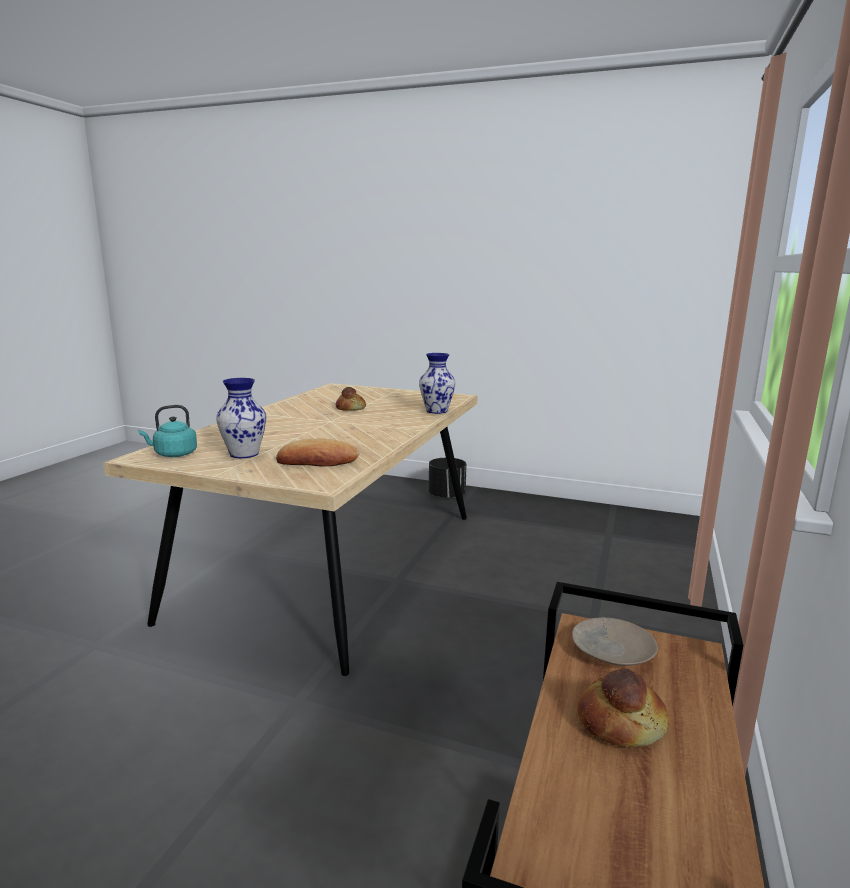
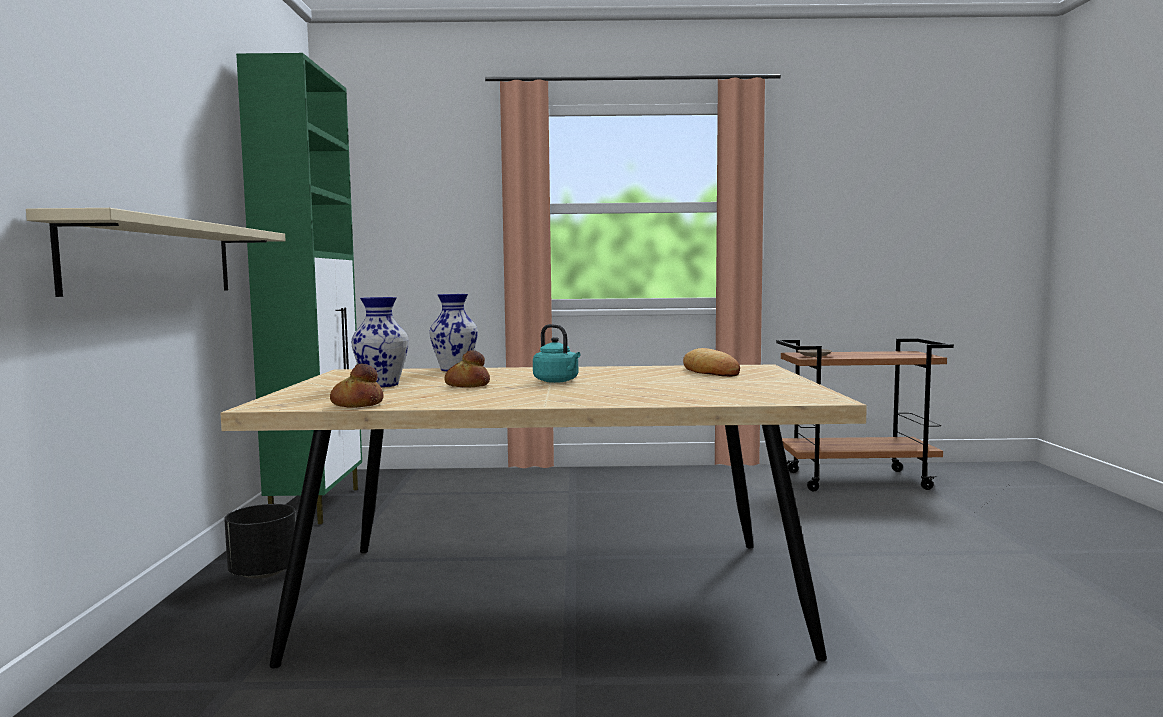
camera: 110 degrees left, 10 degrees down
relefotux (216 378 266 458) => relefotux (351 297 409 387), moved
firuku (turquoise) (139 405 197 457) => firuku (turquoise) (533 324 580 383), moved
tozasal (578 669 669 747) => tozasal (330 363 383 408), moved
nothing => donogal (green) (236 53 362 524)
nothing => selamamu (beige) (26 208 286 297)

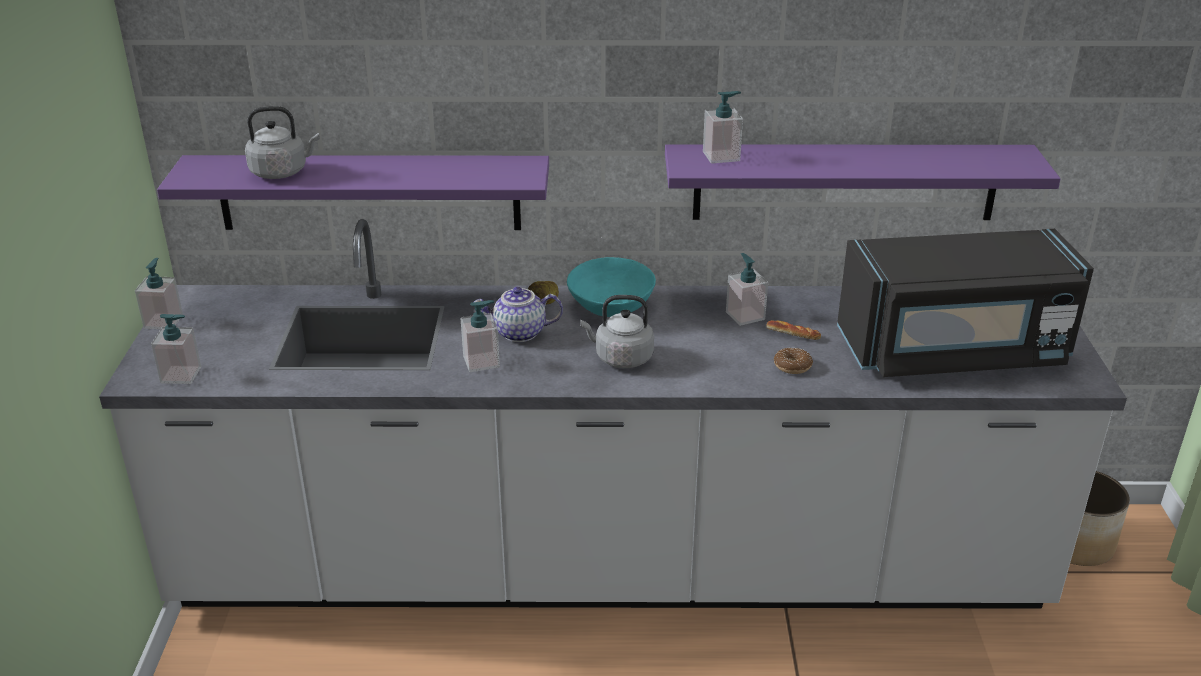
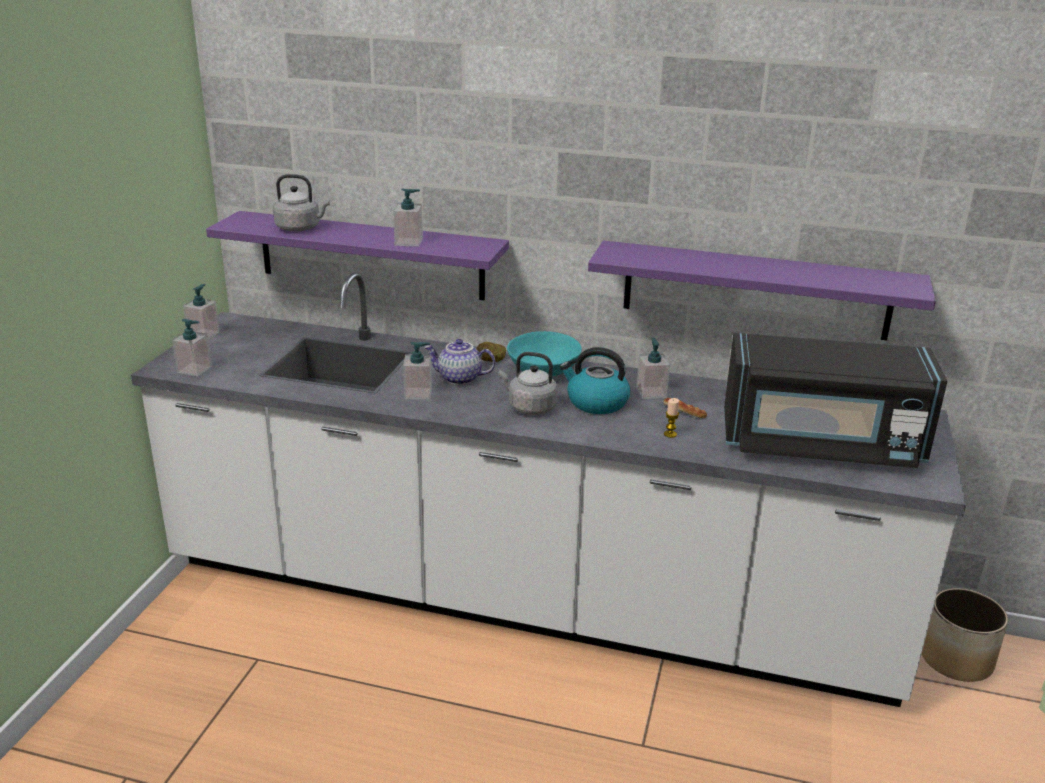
camera: 15 degrees right, 5 degrees down
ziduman (703 91 743 164) => ziduman (393 189 423 247), moved
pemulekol (773 348 813 374) => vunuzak (664 398 679 438)
nothing => firuku (560 347 630 414)

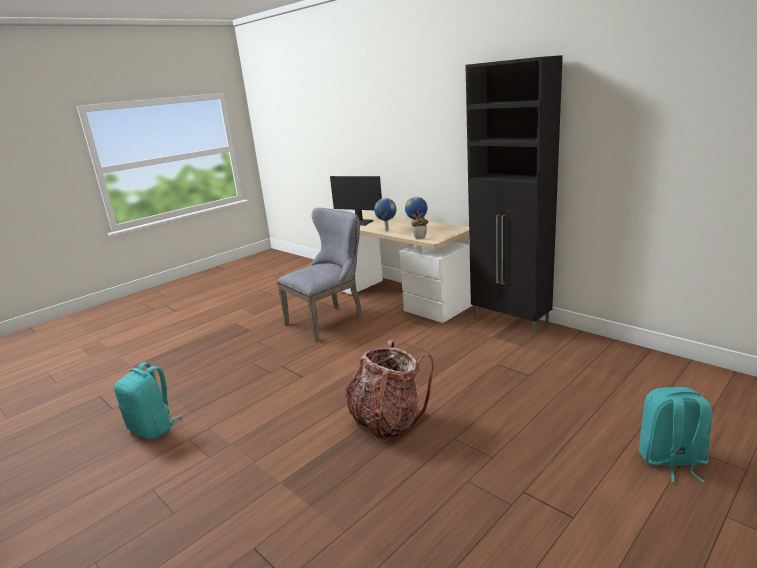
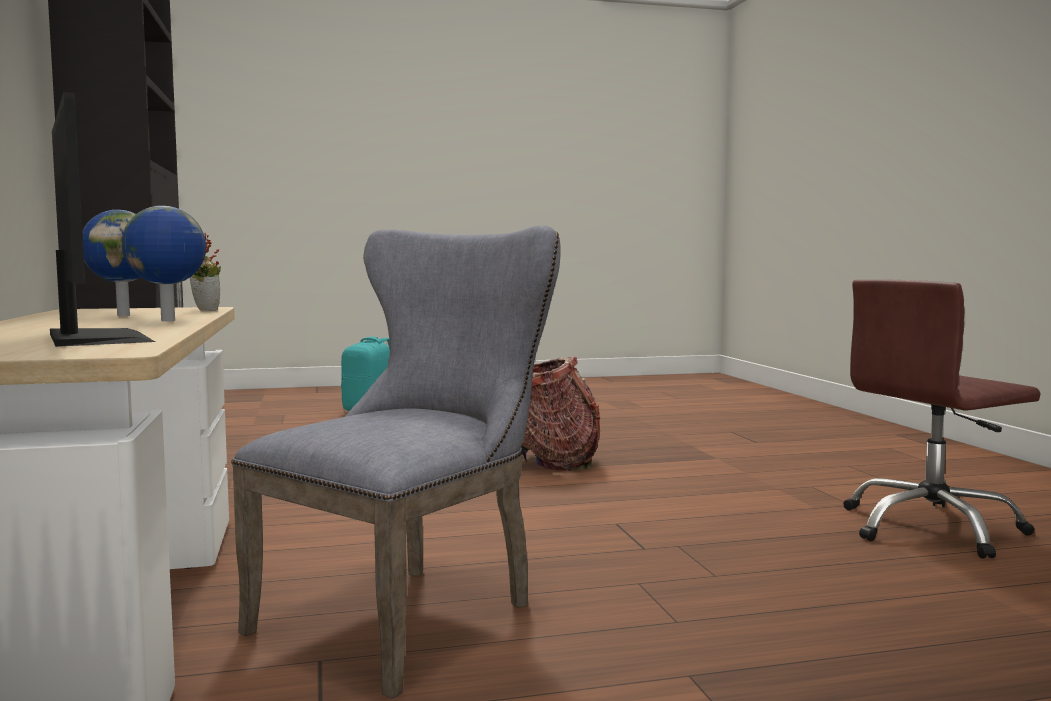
camera: 150 degrees left, 15 degrees down
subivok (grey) (277 208 362 342) => subivok (grey) (231 225 561 699), 135 degrees clockwise
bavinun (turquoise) (114 362 182 439) => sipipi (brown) (843 279 1041 559)

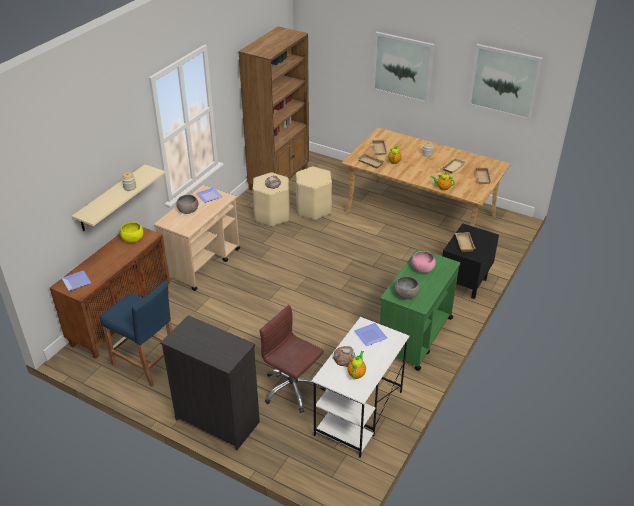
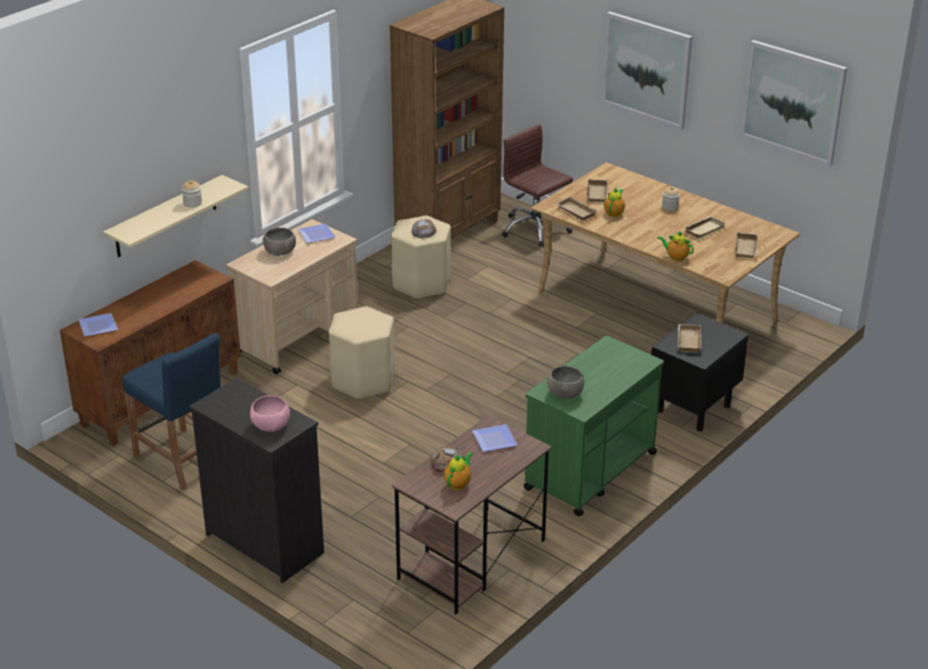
camera: 10 degrees right, 5 degrees down
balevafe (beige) (296 167 332 220) => balevafe (beige) (329 306 395 400), moved
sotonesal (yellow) (120 222 143 243) => nothing
sotonesal (pink) (412 251 436 273) => sotonesal (pink) (250 395 290 432), moved
sipipi (brown) (259 305 326 413) => sipipi (brown) (502 124 573 247), moved
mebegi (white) (312 317 410 457) => mebegi (brown) (391 415 552 615)

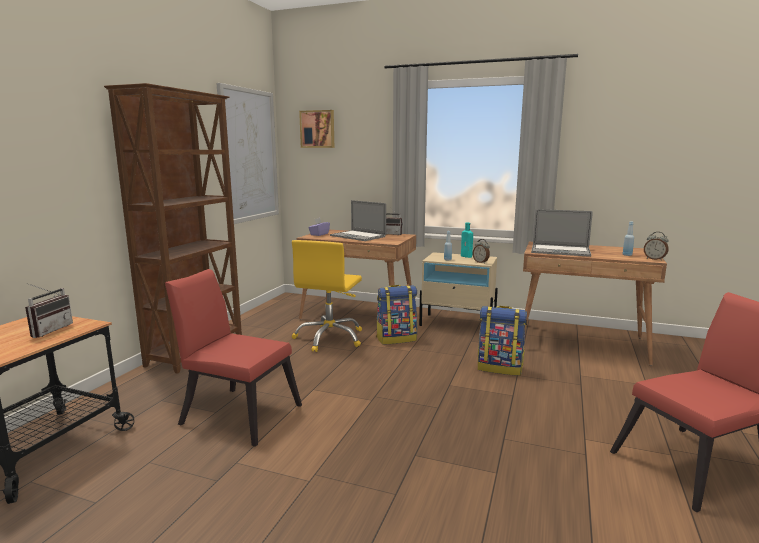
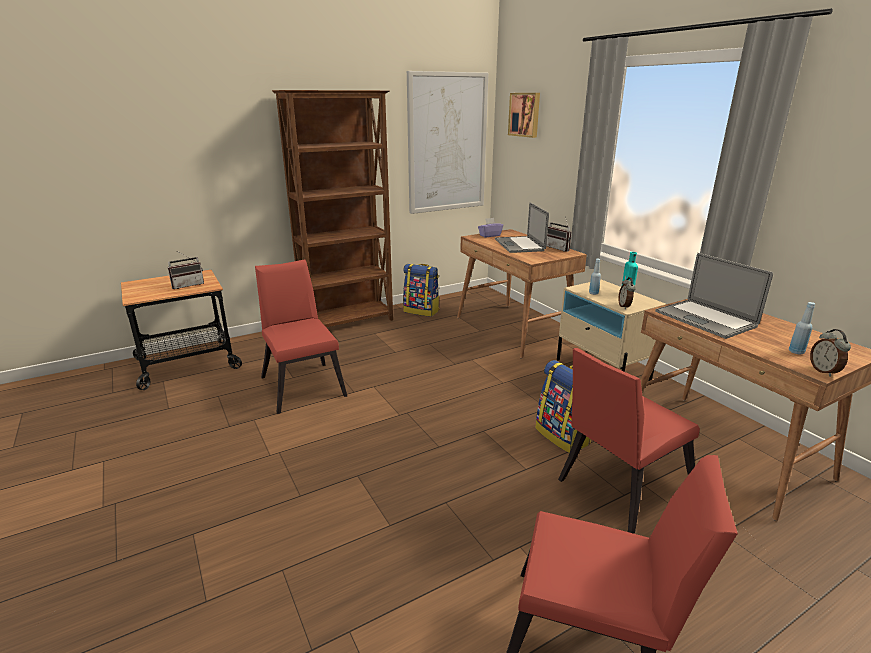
camera: 40 degrees right, 10 degrees up
sipipi (yellow) (292 240 362 352) => nothing
bavinun (376 285 418 344) => bavinun (403 264 439 317), moved
nothing => subivok (red) (558 348 700 534)

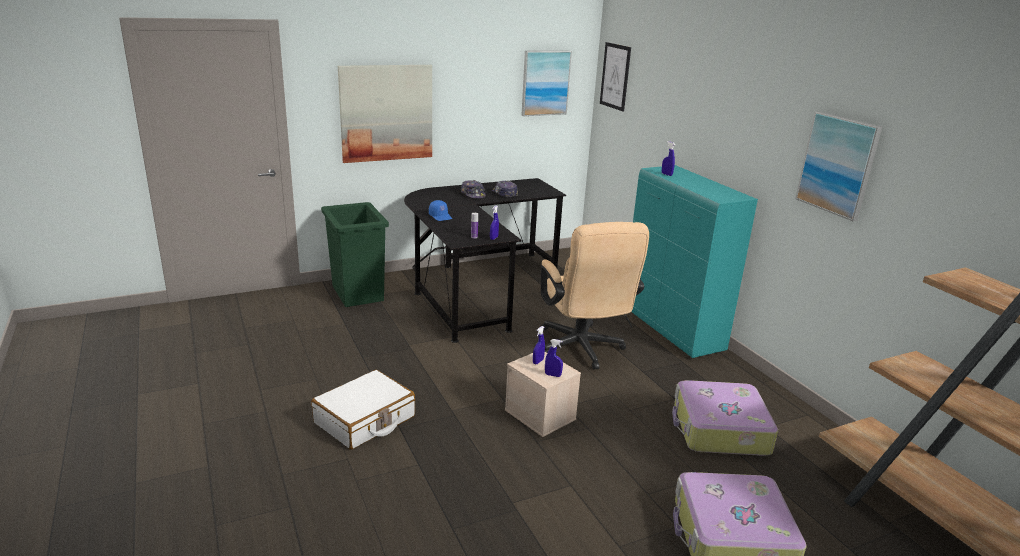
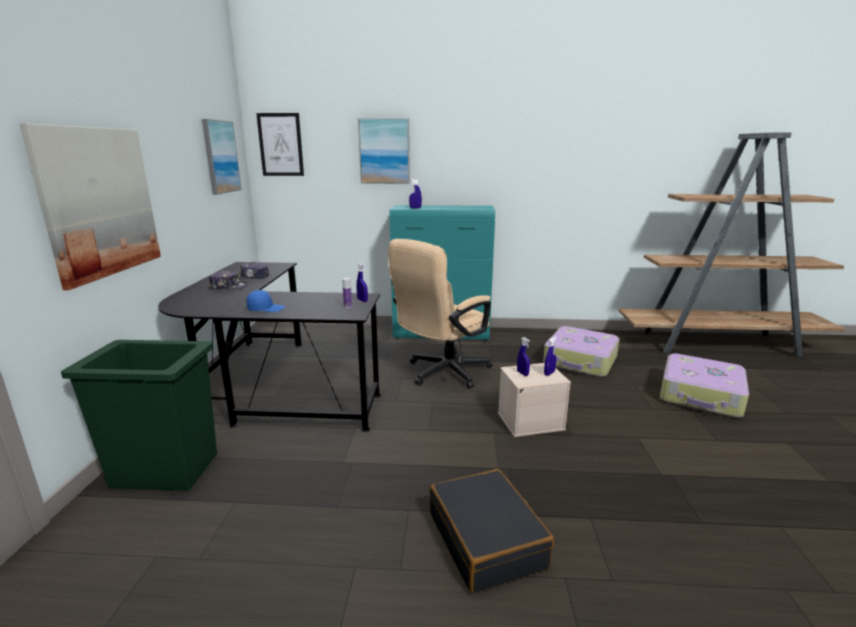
camera: 60 degrees left, 5 degrees down
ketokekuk (795 111 882 221) => ketokekuk (358 118 410 184), moved
sipipi (beige) (541 222 649 369) => sipipi (beige) (388 239 492 388), 120 degrees clockwise
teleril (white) (311 370 415 450) => teleril (black) (430 469 554 593)

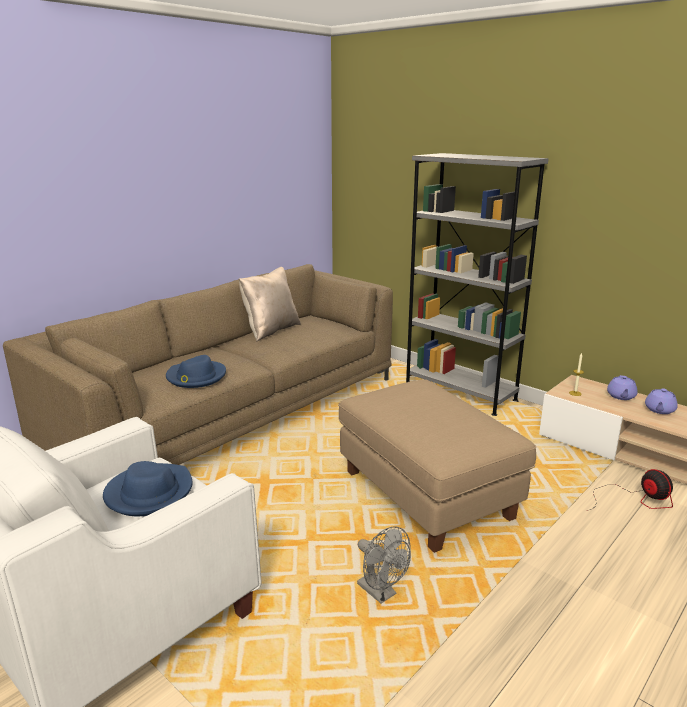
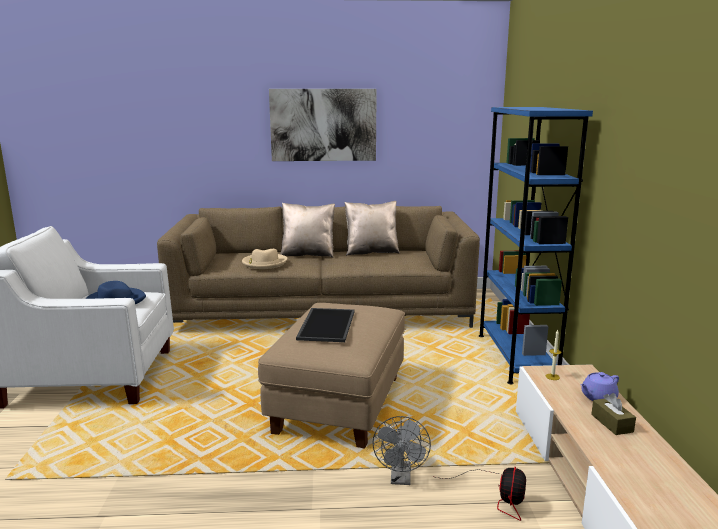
camera: 45 degrees right, 5 degrees down
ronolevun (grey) (406 153 549 416) => ronolevun (blue) (479 107 593 384)
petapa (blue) (166 355 226 388) => petapa (beige) (242 249 287 269)
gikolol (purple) (645 389 678 414) => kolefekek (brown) (591 393 636 435)
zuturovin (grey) (357 526 411 604) => zuturovin (grey) (372 416 431 485), moved
nothing => ketokekuk (269 89 377 161)
nothing => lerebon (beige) (280 203 335 258)
nothing => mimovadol (296 308 355 342)

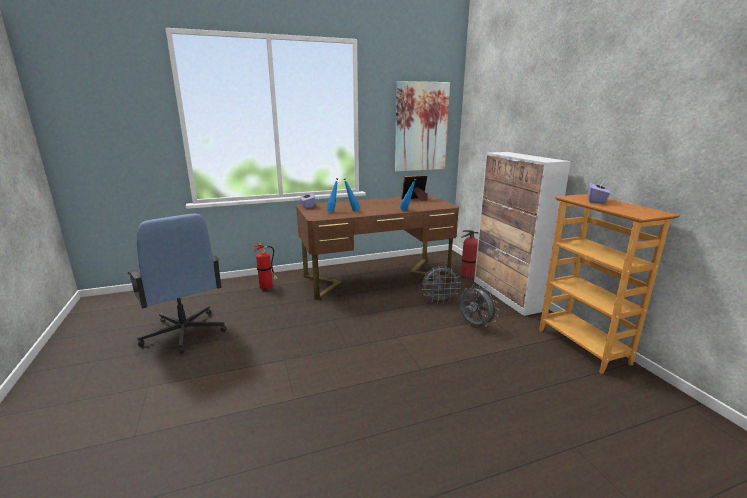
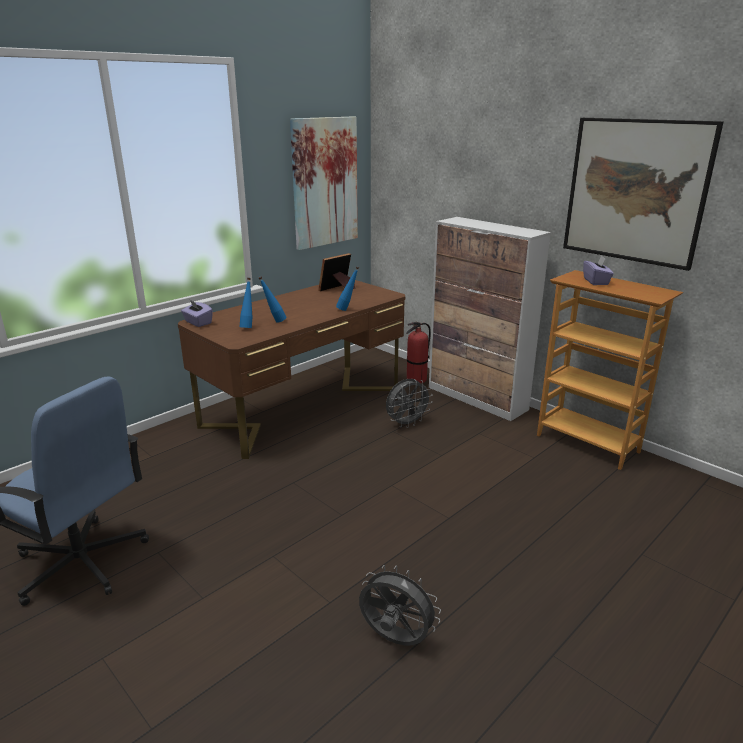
camera: 25 degrees left, 5 degrees up
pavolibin (253 241 278 290) => nothing
zuturovin (grey) (458 284 499 327) => zuturovin (grey) (359 565 441 646), moved
nothing => ketokekuk (563 118 724 271)

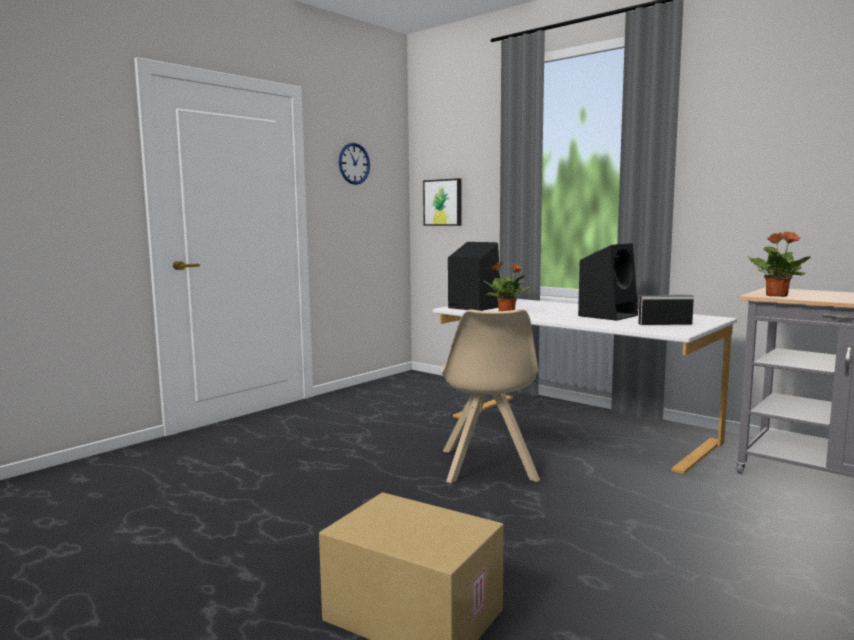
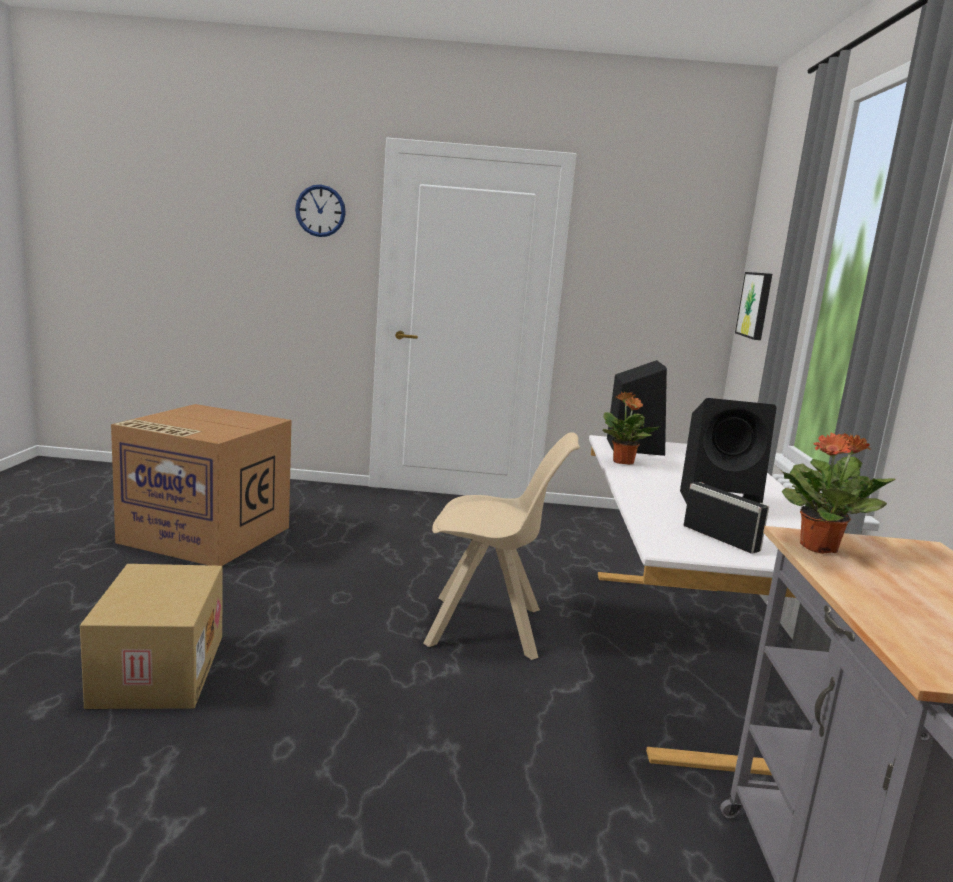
camera: 50 degrees right, 5 degrees up
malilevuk (339 143 370 185) => malilevuk (295 185 346 237), moved
subivok (beige) (441 309 540 484) => subivok (beige) (423 432 580 660), 135 degrees counterclockwise
nothing => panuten (111 404 291 566)

